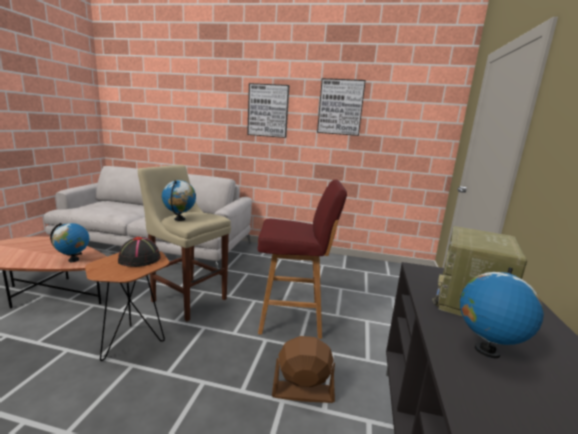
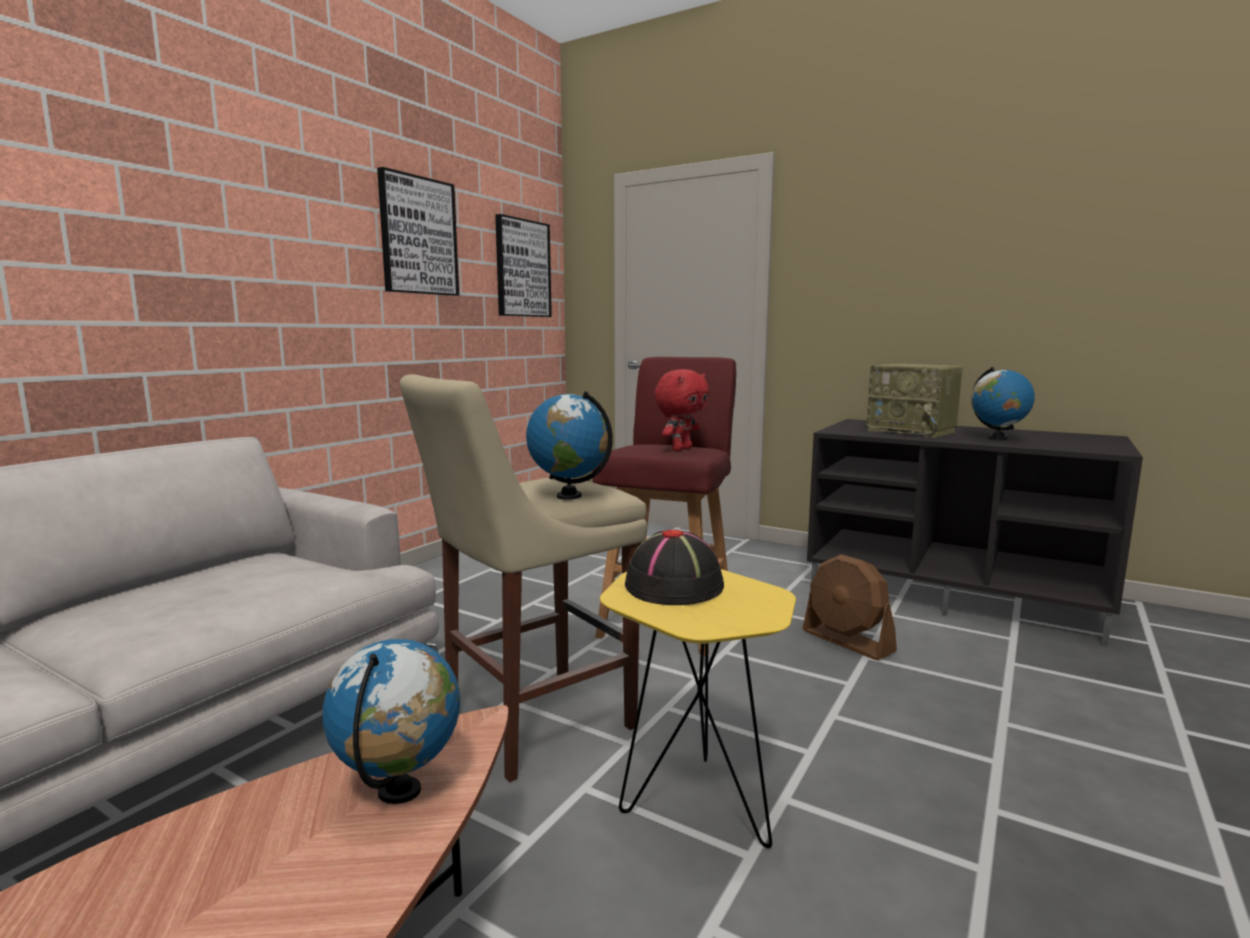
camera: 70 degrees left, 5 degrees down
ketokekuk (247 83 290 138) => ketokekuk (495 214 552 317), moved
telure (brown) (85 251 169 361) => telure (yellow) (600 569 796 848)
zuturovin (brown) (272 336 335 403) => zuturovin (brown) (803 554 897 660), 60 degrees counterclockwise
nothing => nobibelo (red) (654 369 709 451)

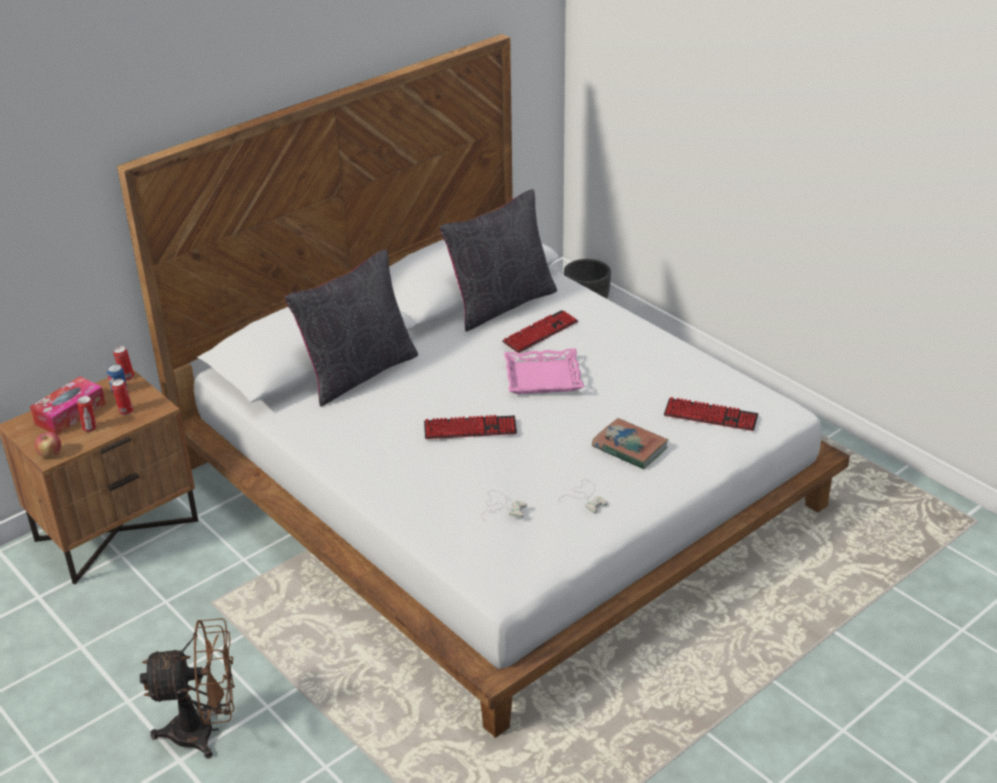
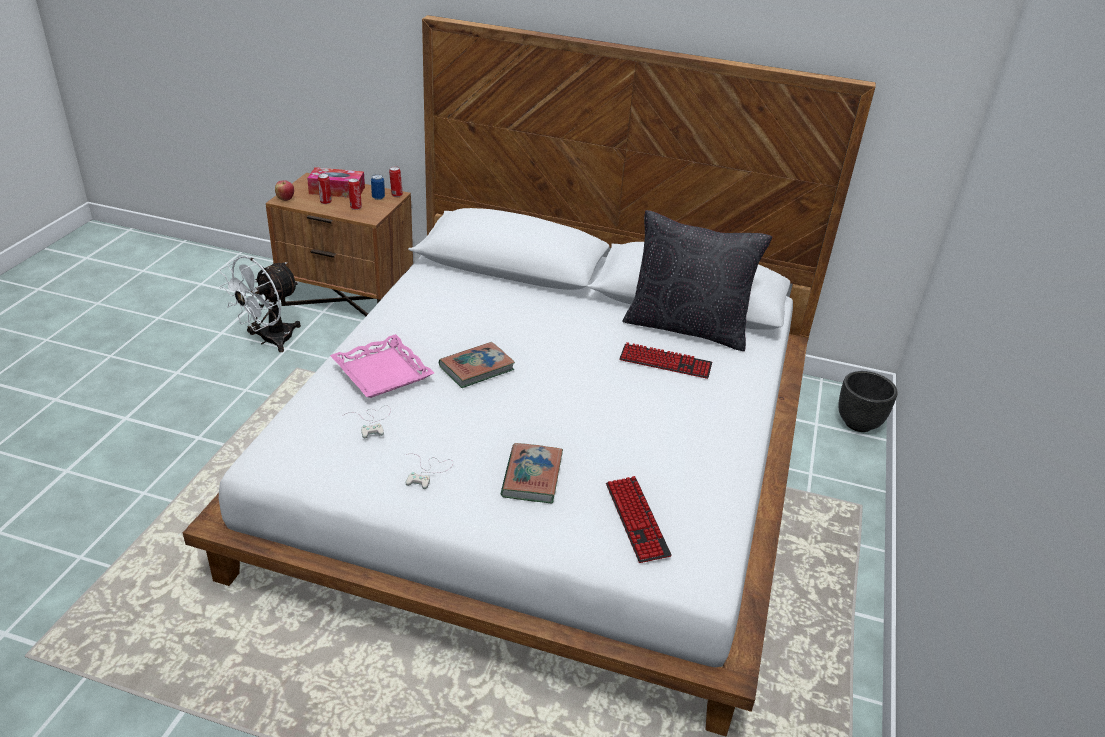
camera: 55 degrees right, 0 degrees up
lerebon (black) (285 249 418 407) => nothing
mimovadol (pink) (504 348 584 394) => mimovadol (pink) (330 334 434 398), moved
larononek (424 415 517 439) => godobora (439 342 515 388)
zuturovin (brown) (140 618 235 759) => nothing
nothing => zuturovin (white) (219 256 301 352)

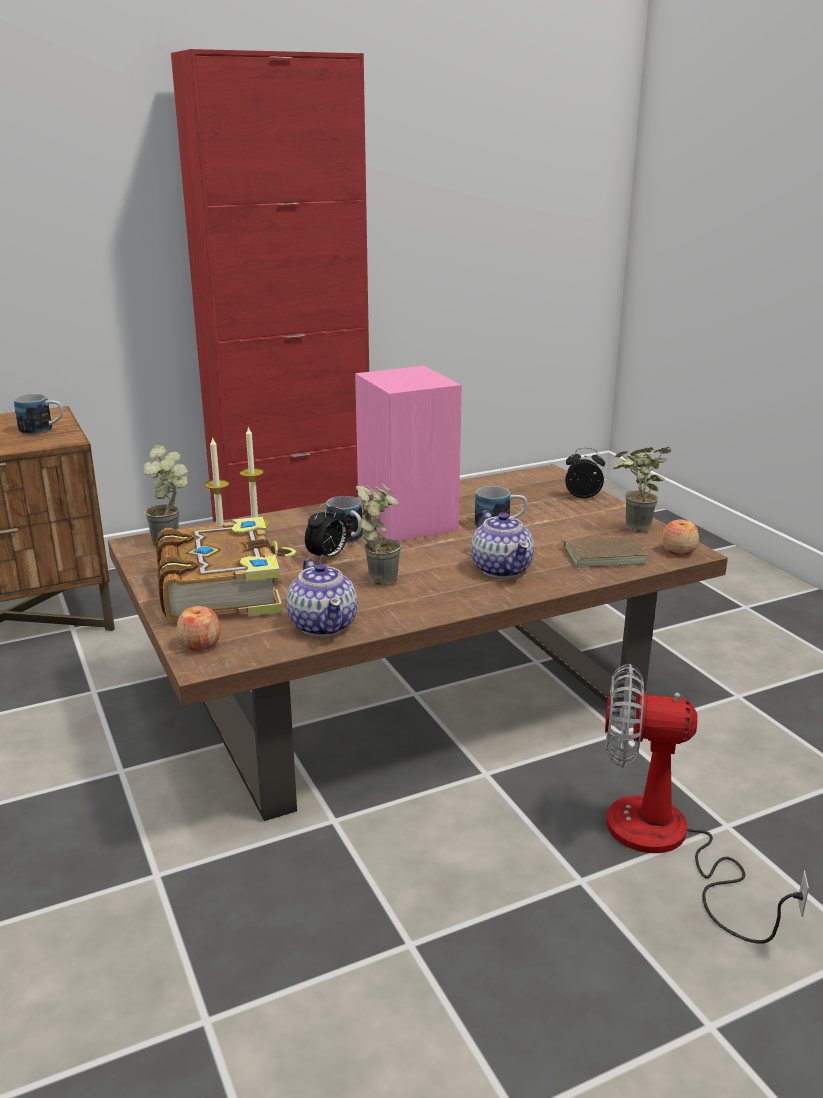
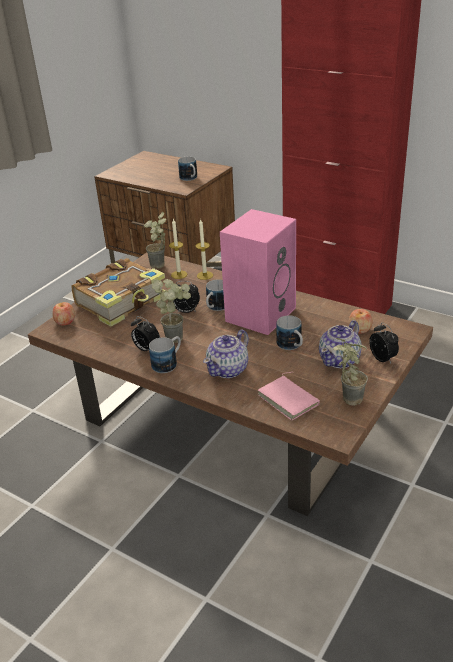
camera: 60 degrees right, 10 degrees up
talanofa (662 520 699 556) => talanofa (348 309 372 333), moved
godobora (brown) (561 535 648 567) => godobora (pink) (258 372 320 420)
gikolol (287 559 358 637) => gikolol (319 320 362 368), moved
zuturovin (605 664 809 943) => nothing
nothing => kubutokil (131 316 160 351)
nothing => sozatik (149 336 181 373)

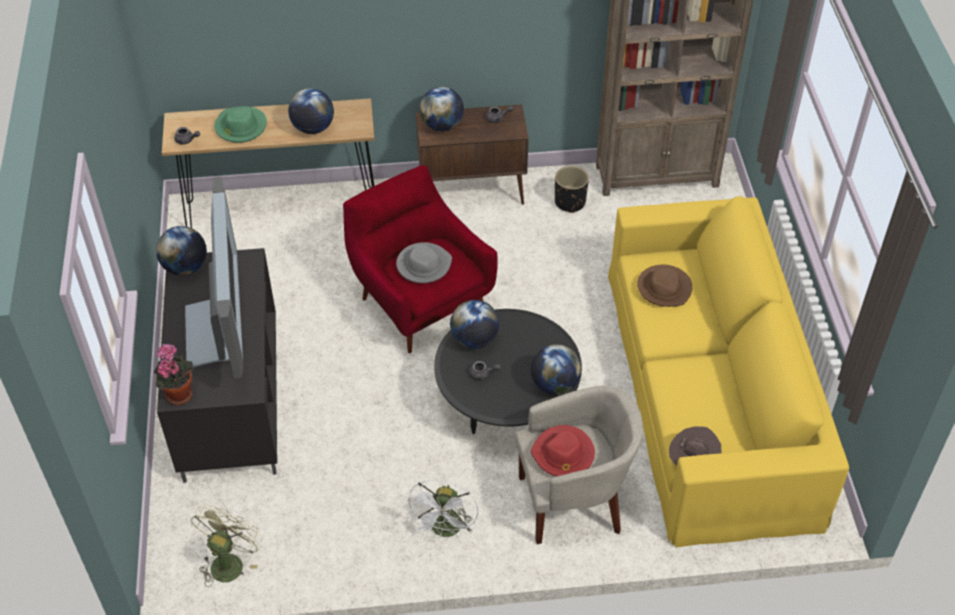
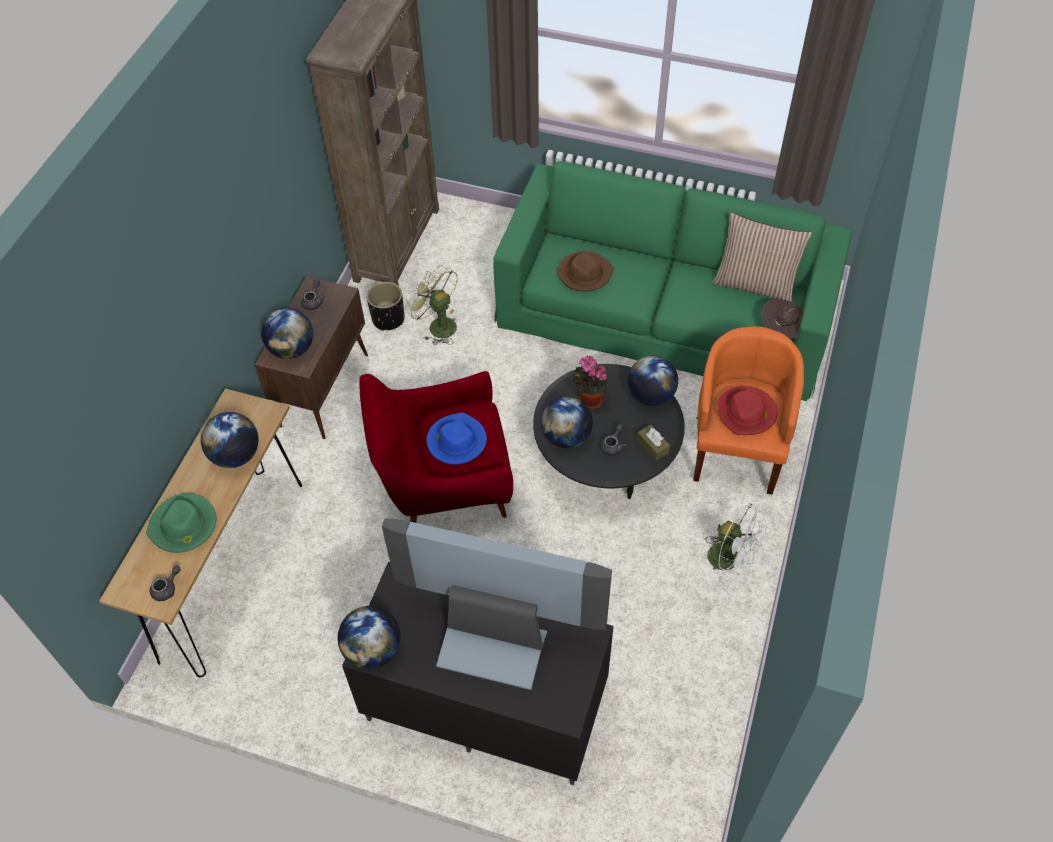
camera: 65 degrees left, 5 degrees up
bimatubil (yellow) (608 196 849 548) => bimatubil (green) (493 161 852 401)
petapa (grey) (396 242 452 283) => petapa (blue) (426 413 487 464)
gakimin (154 344 194 405) => gakimin (571 355 609 409), moved
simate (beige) (515 386 643 544) => simate (orange) (693 326 804 495)
zuturovin (green) (191 504 263 587) => zuturovin (green) (405 265 458 345), moved
nothing => lerebon (712 212 812 302)
nothing => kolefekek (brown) (637 425 670 461)

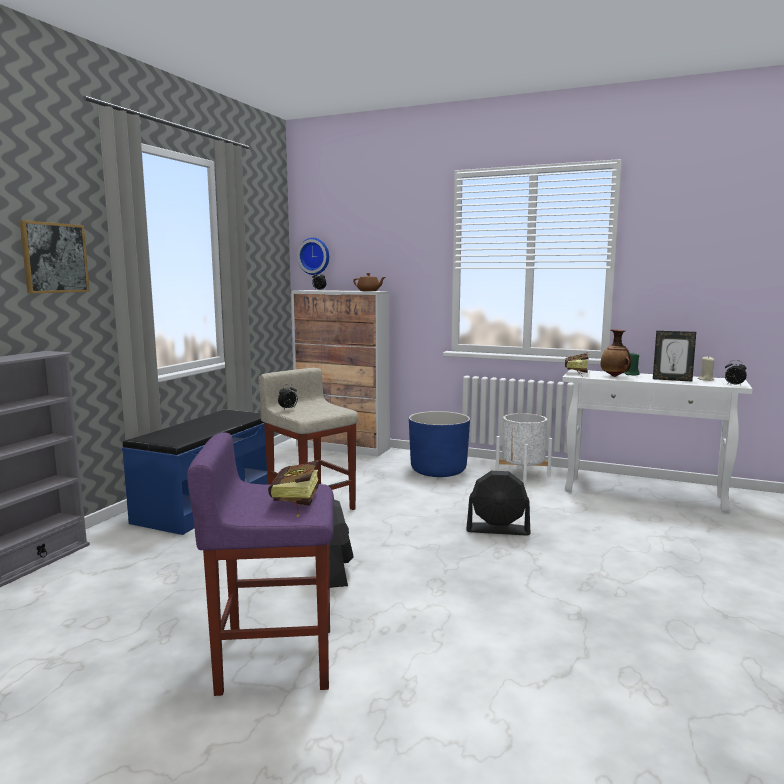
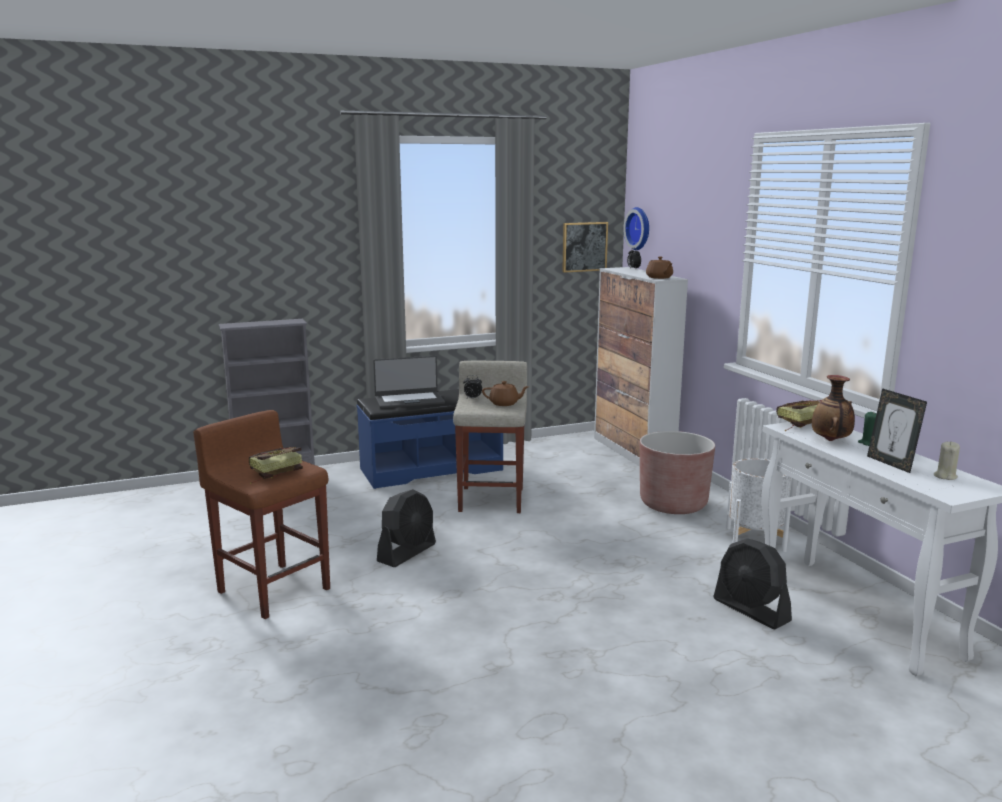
camera: 45 degrees right, 5 degrees up
ketokekuk (20 220 90 294) => ketokekuk (562 222 608 273), moved
kubutokil (725 360 747 386) => nothing
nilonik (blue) (409 411 470 477) => nilonik (brown) (640 431 715 514)
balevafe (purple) (187 432 334 696) => balevafe (brown) (194 410 330 619)
zuturovin (black) (466 471 531 536) => zuturovin (black) (713 538 792 629), moved
nothing => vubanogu (373 356 445 409)
nothing => gikolol (brown) (482 381 529 406)

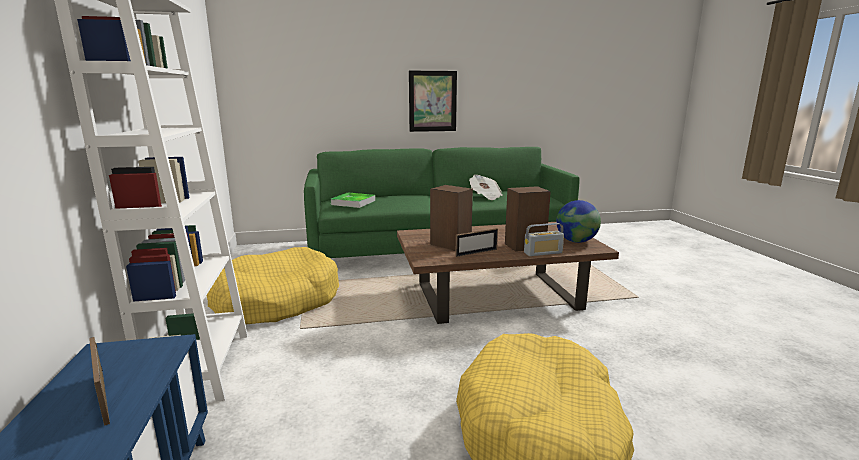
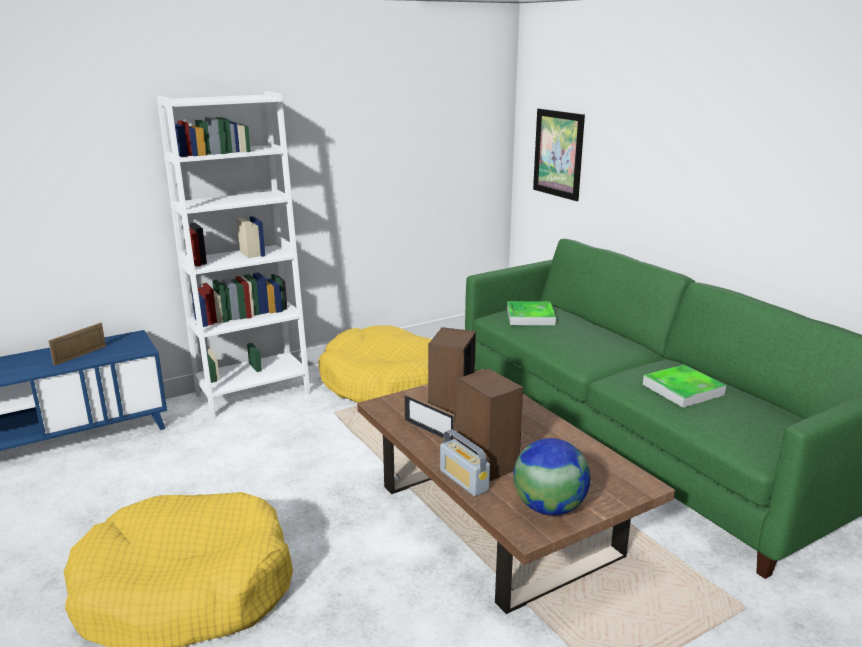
camera: 70 degrees right, 5 degrees up
ketokekuk (409 71 457 132) => ketokekuk (533 109 585 201), moved
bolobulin (469 175 503 200) => mimovadol (643 364 726 408)

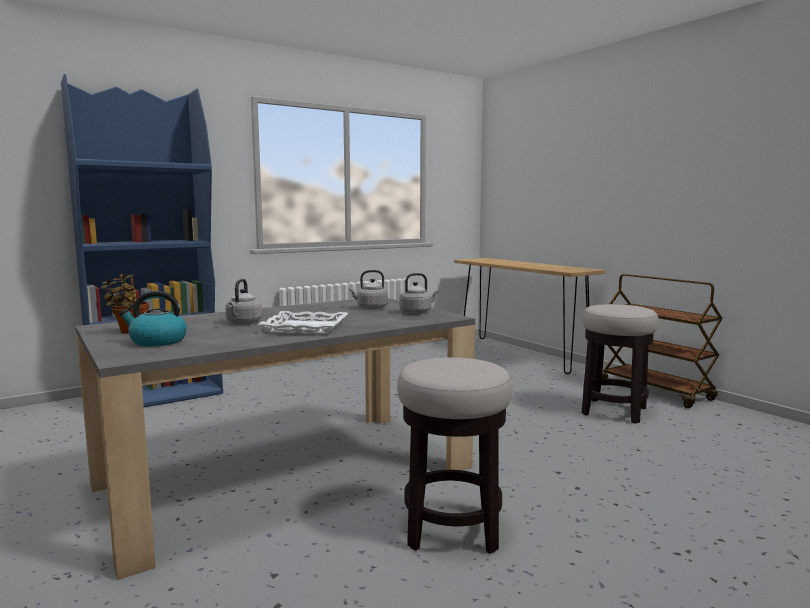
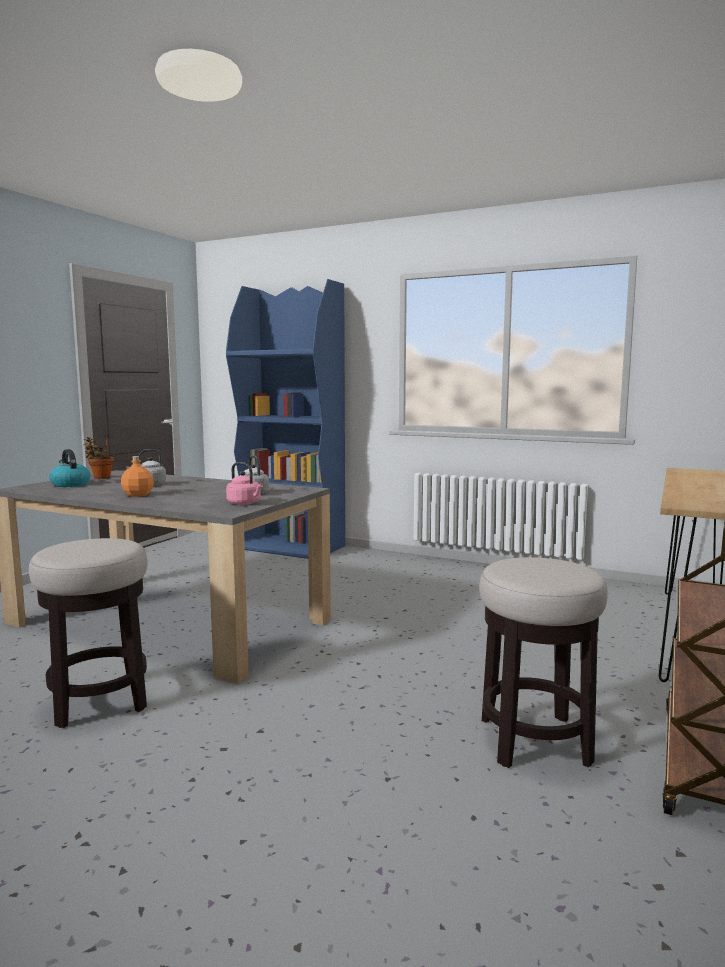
camera: 60 degrees right, 0 degrees up
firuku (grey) (399 273 439 314) => firuku (pink) (226 462 263 505)
mimovadol (white) (258 311 348 334) => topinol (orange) (121 456 154 497)

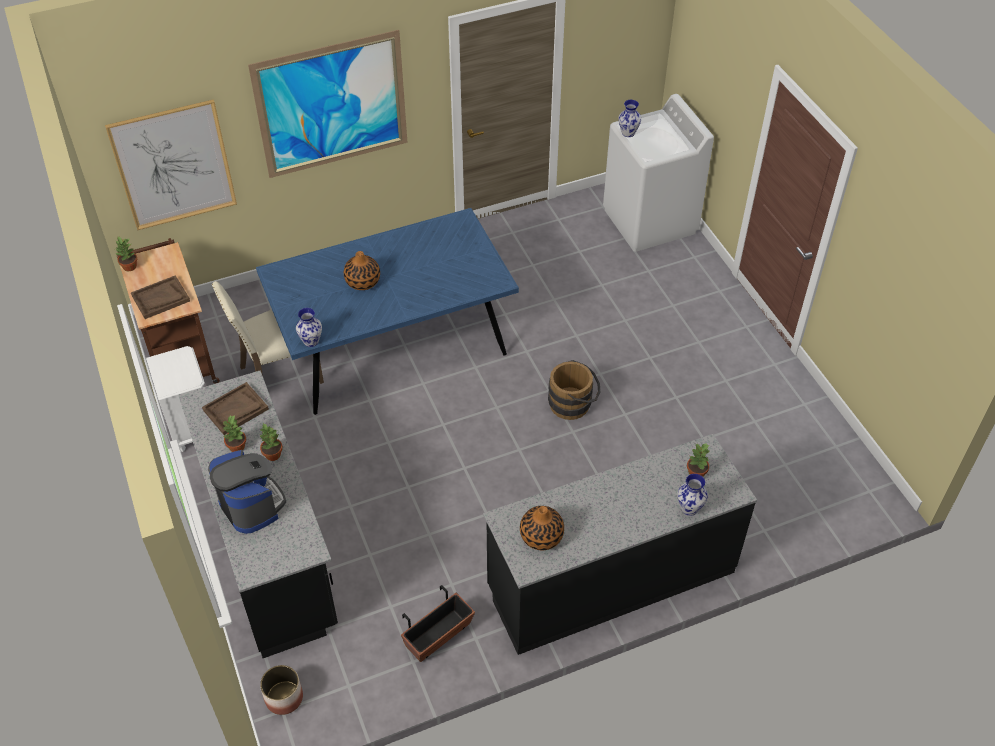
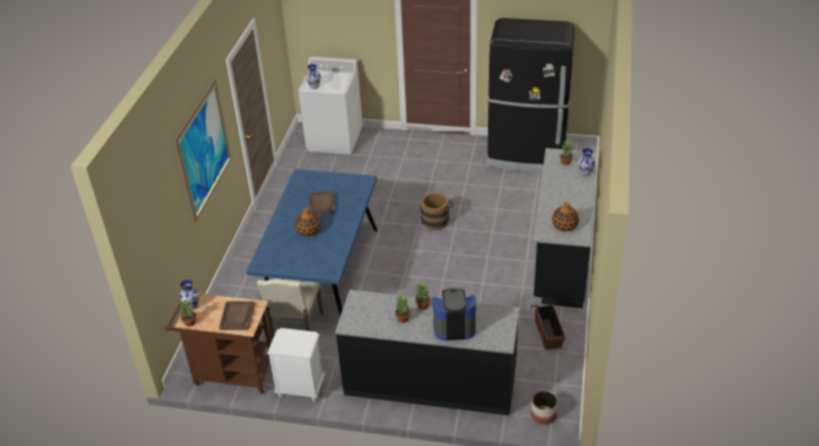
camera: 55 degrees left, 10 degrees down
ketokekuk (105 99 237 230) => nothing
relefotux (296 308 322 347) => relefotux (179 280 199 310), moved
mimovadol (brown) (202 382 269 435) => mimovadol (brown) (309 191 335 214), moved
nothing => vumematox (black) (486 18 575 172)

